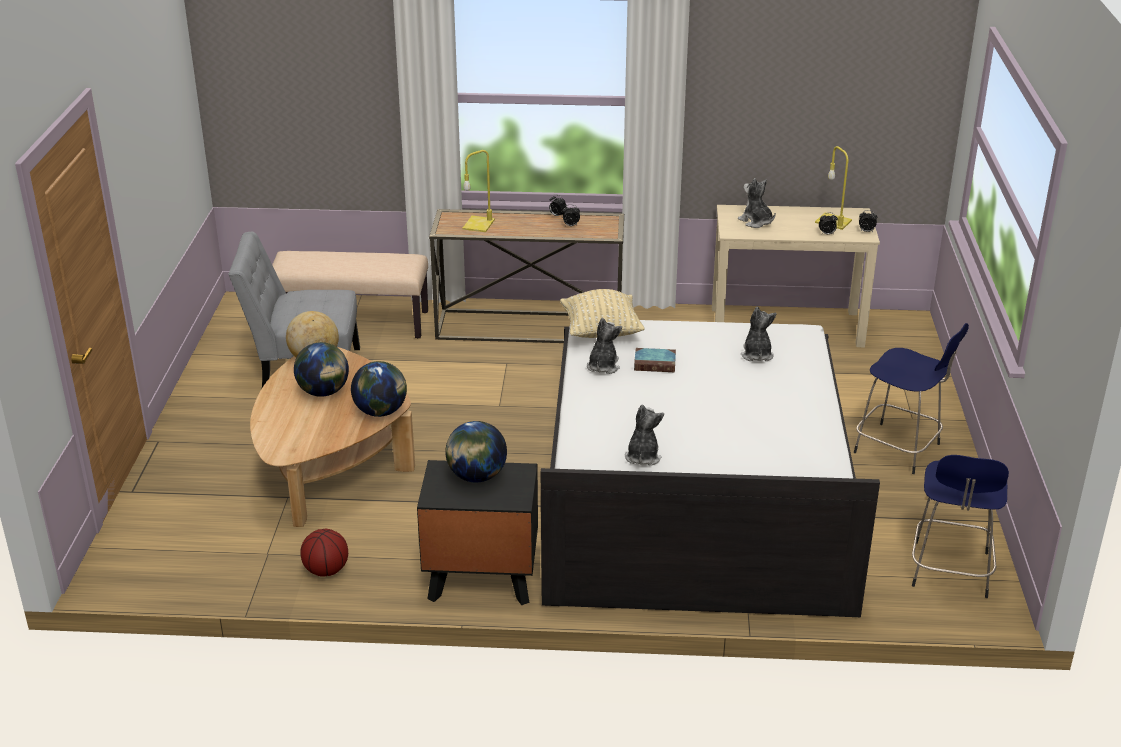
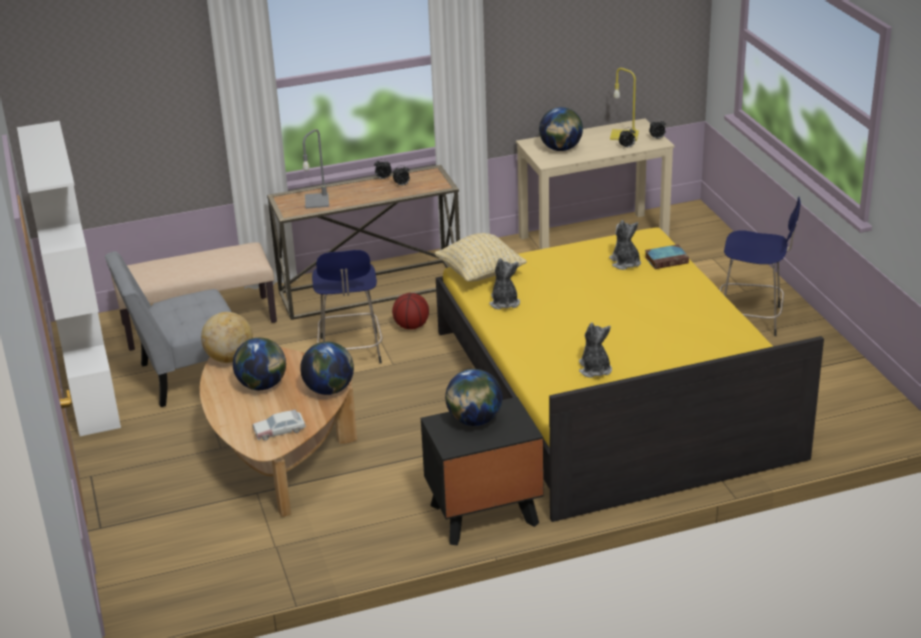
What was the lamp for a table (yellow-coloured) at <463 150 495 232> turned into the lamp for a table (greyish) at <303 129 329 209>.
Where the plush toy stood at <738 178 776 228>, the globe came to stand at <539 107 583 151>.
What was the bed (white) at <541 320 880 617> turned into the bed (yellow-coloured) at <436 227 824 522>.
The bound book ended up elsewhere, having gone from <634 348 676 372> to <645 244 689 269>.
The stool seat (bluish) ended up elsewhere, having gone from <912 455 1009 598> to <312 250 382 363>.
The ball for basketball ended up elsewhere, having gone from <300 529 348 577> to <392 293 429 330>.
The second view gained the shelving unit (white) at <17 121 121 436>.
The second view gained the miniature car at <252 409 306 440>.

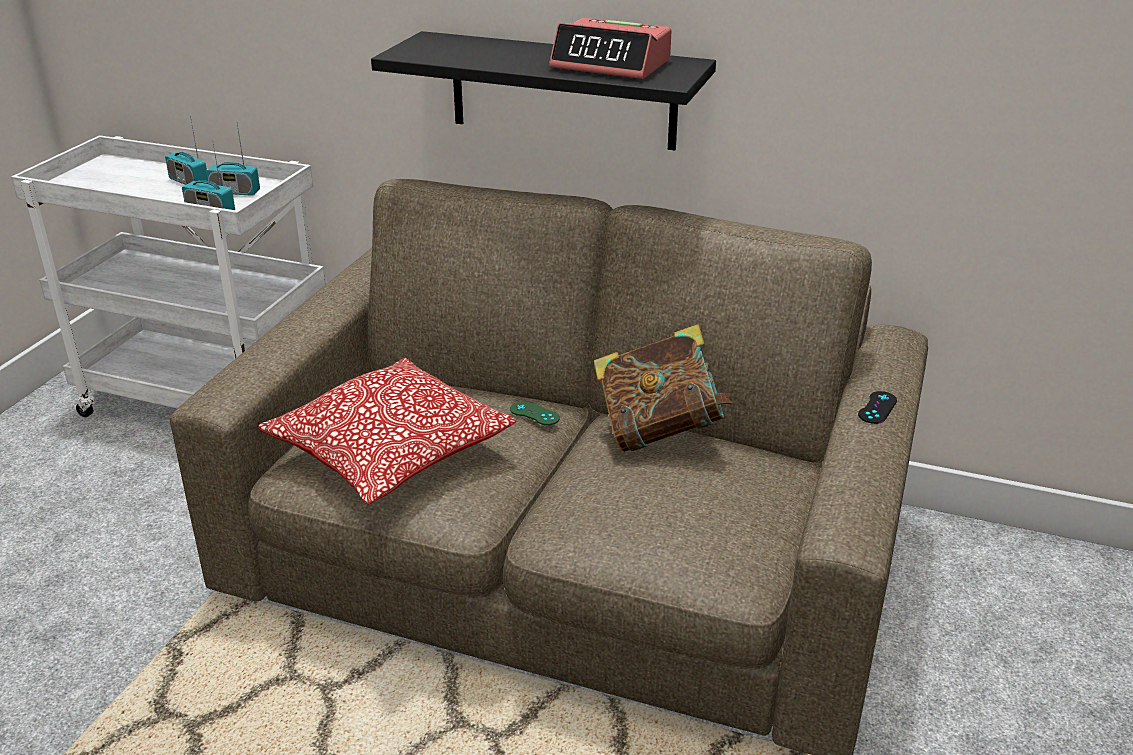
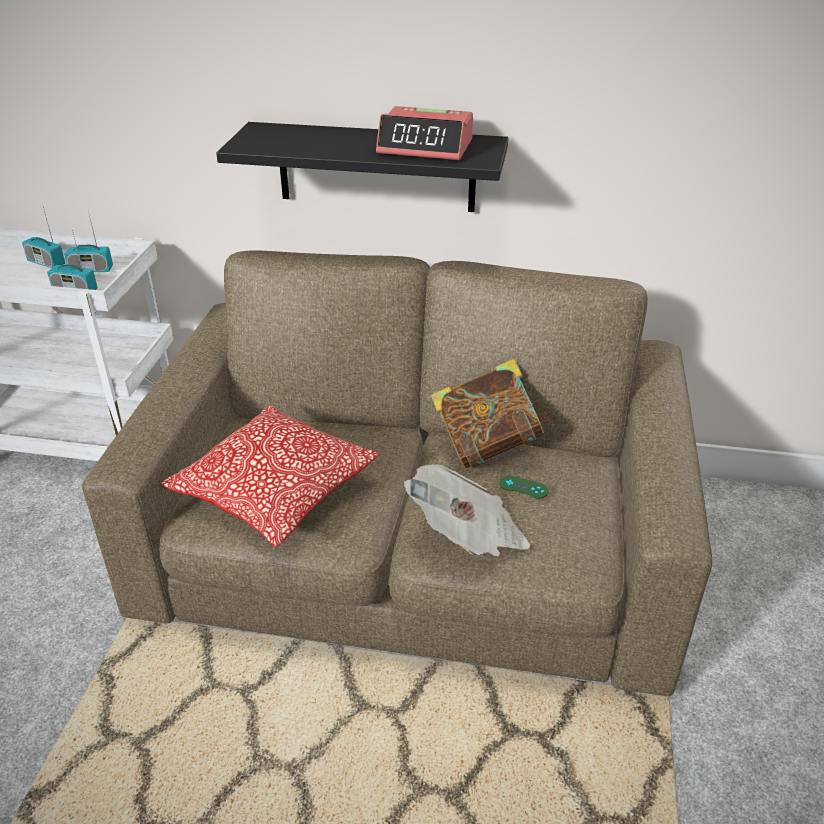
The second view lost the gamepad (black-coloured) at <858 391 897 424>.
The gamepad (green-coloured) ended up elsewhere, having gone from <510 401 560 425> to <500 476 548 499>.
The second view gained the newspaper at <404 464 530 556>.

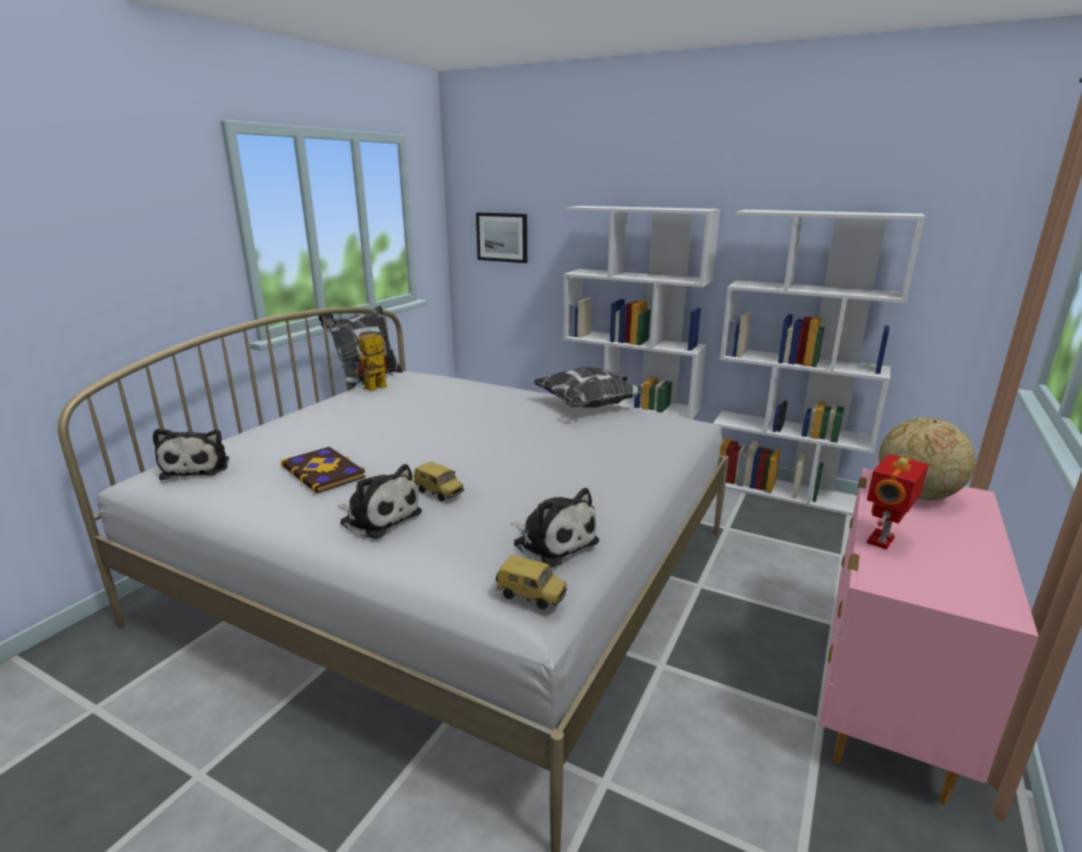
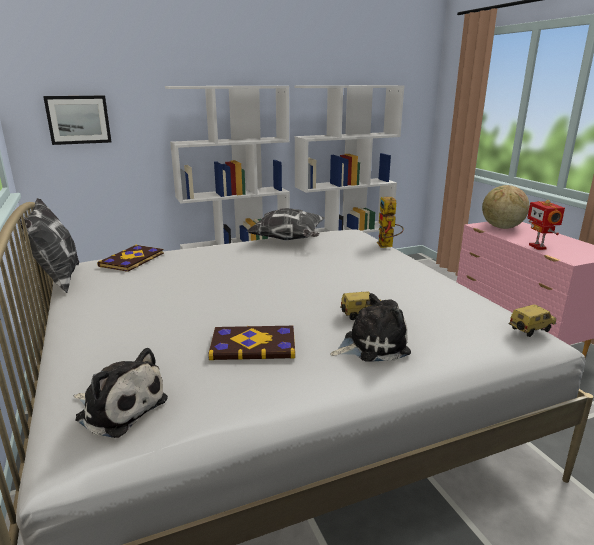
The toy robot ended up elsewhere, having gone from <354 333 388 391> to <377 197 404 248>.
The second view lost the plush toy at <511 488 599 567>.
The second view gained the bound book at <97 245 164 272>.

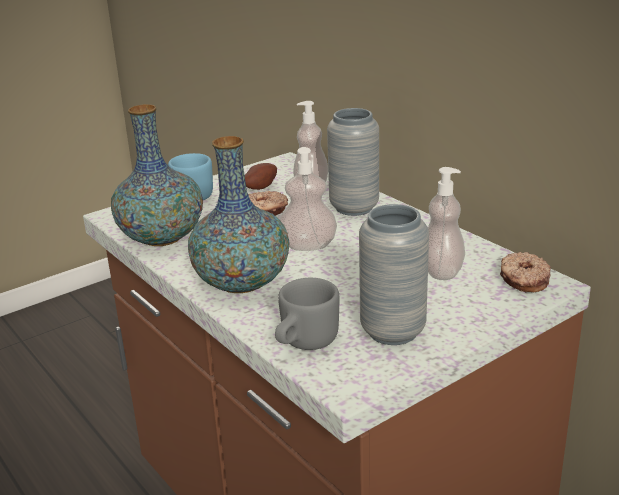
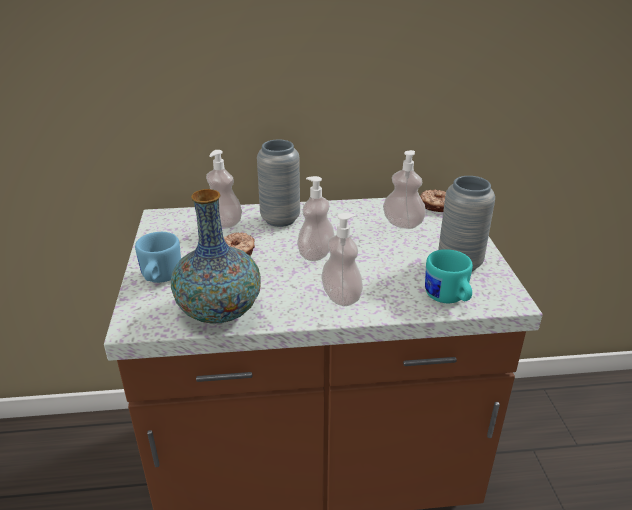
Where the decorative vase stood at <188 136 290 293>, the soap bottle came to stand at <321 213 363 306>.
The second view lost the whole potato at <245 163 277 190>.
What was the mug (greyish) at <275 278 340 350> turned into the mug (turquoise) at <425 249 473 303>.

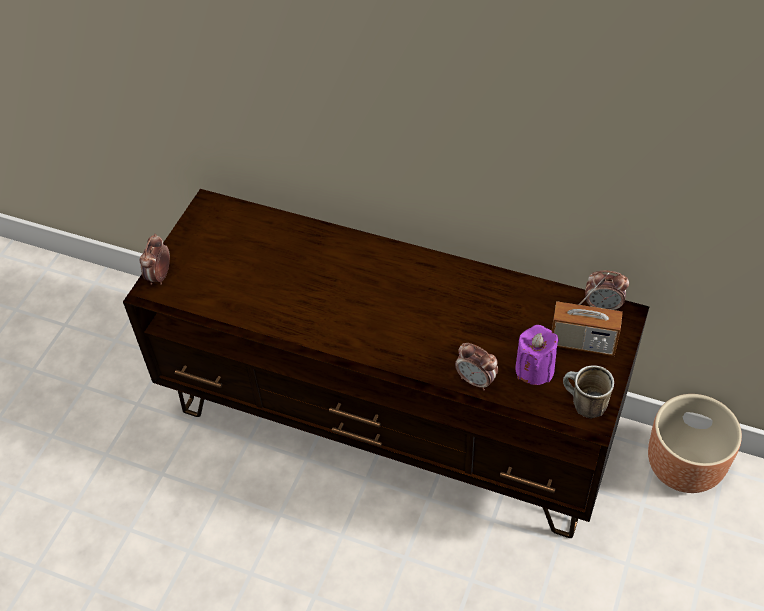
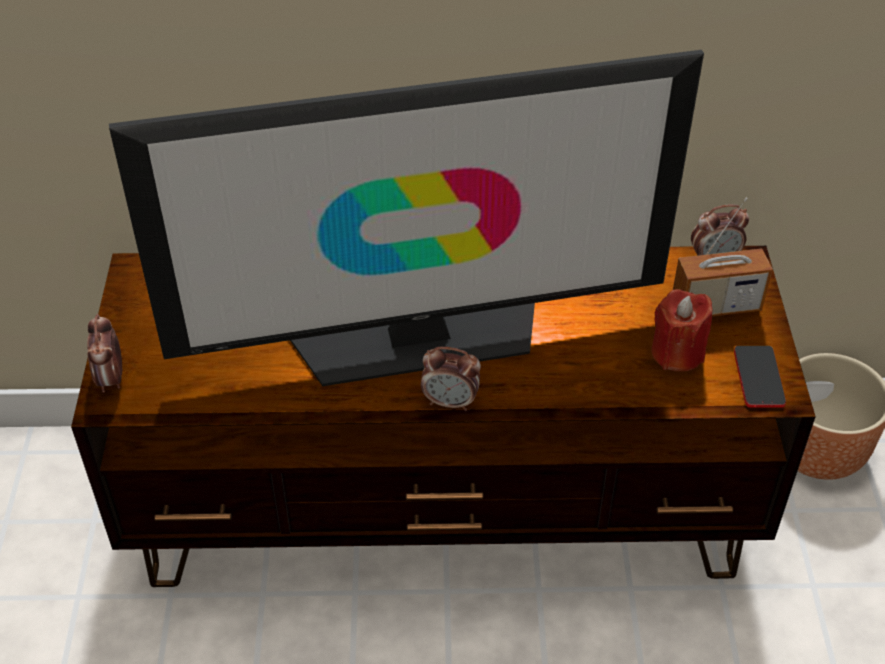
What was the candle (purple-coloured) at <515 325 559 385> turned into the candle (red) at <651 289 713 371>.
The bedside clock ended up elsewhere, having gone from <455 343 498 390> to <421 347 481 411>.
Where the mug stood at <563 365 614 418>, the phone came to stand at <734 346 786 408>.
The second view gained the TV at <109 50 704 386>.

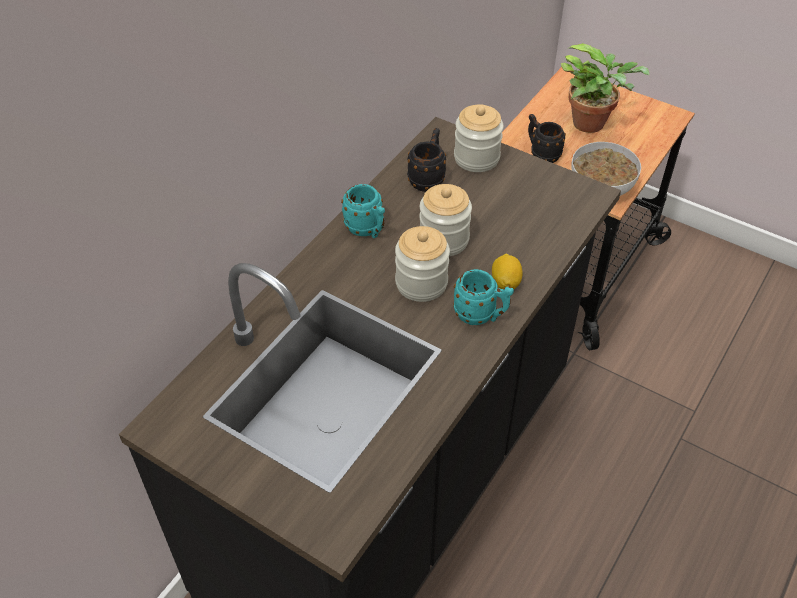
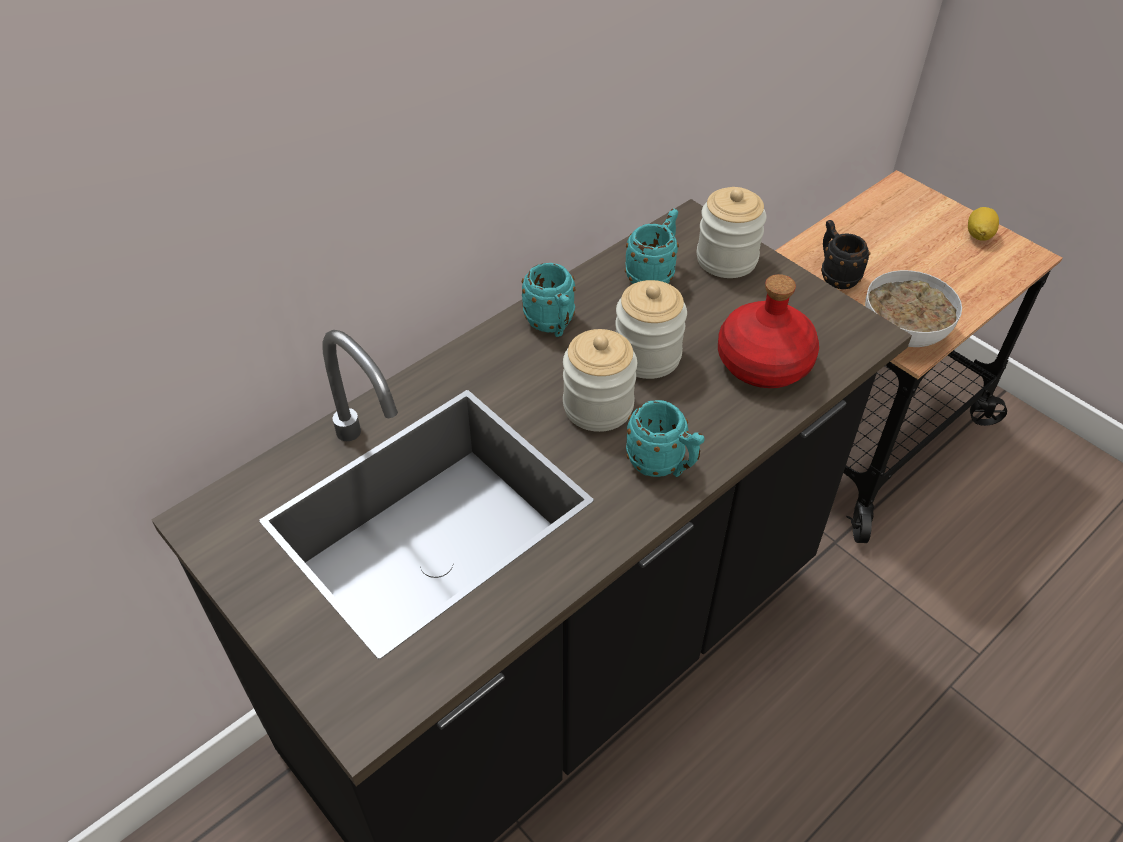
The second view lost the potted plant at <561 43 650 133>.
What was the mug (black-coloured) at <407 128 446 192> turned into the mug (turquoise) at <625 209 679 284>.
The whole lemon ended up elsewhere, having gone from <492 254 523 289> to <968 207 999 241>.
The second view gained the beverage bottle (red) at <718 274 819 388>.

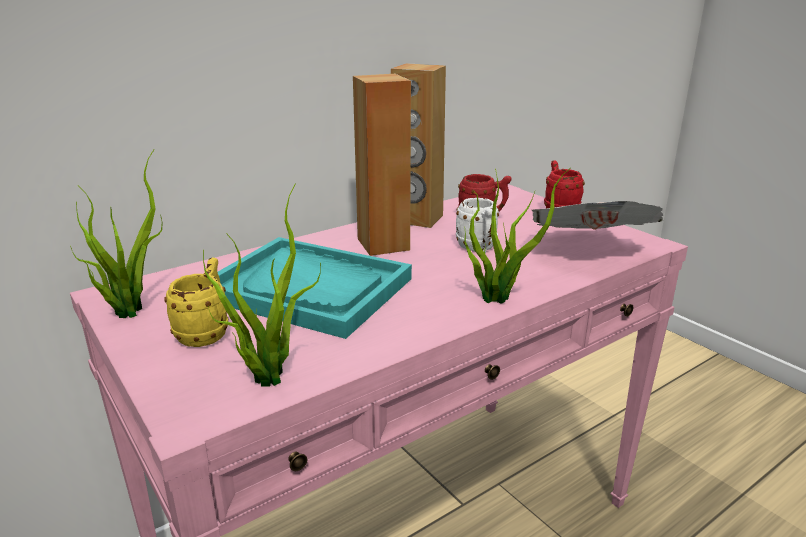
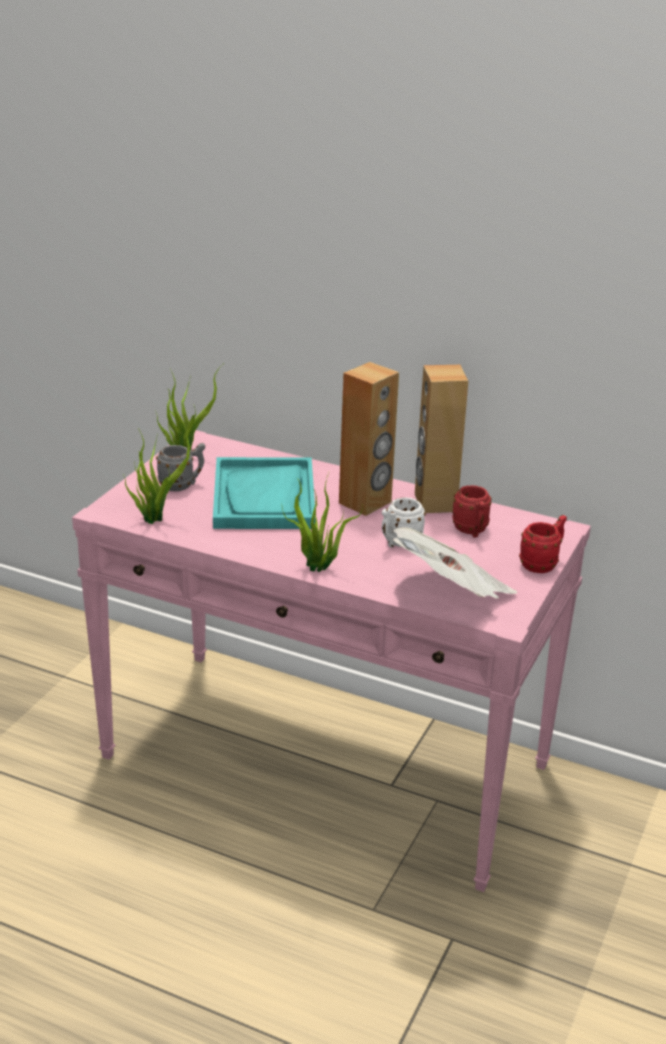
What was the mug (yellow-coloured) at <165 257 228 347> turned into the mug (greyish) at <156 443 205 491>.

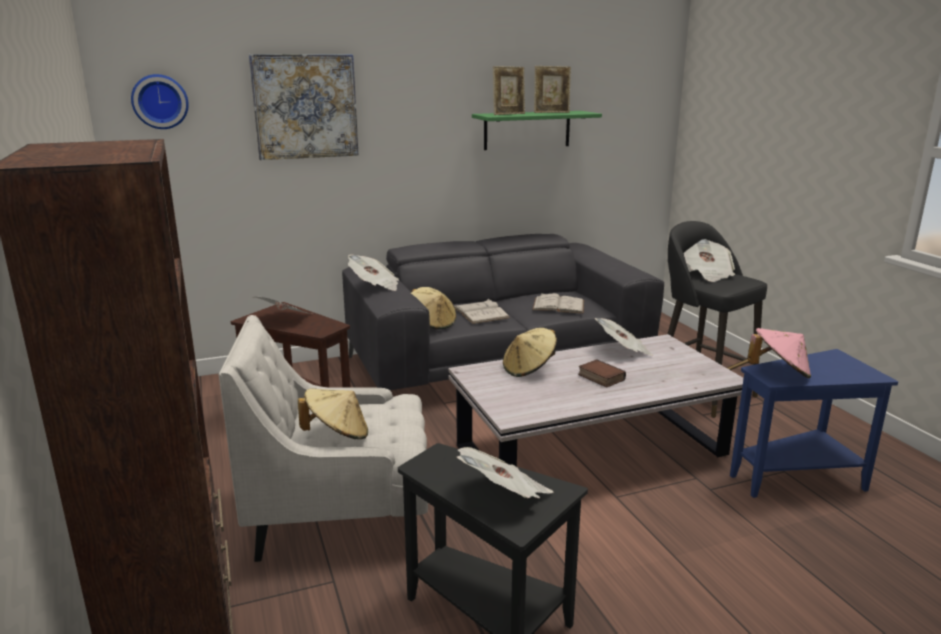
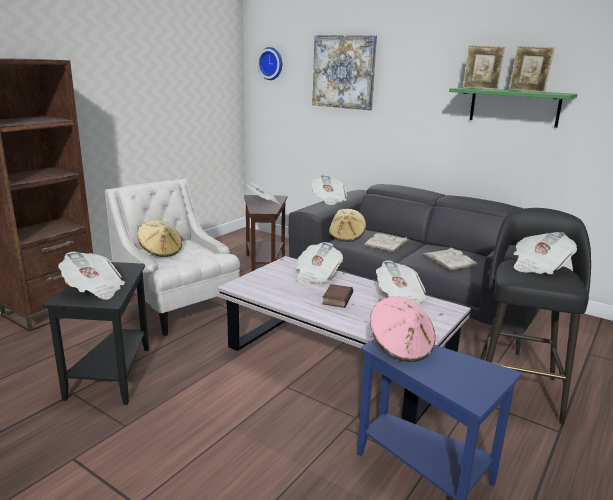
Where the hat (beige) stood at <503 328 557 377>, the newspaper came to stand at <296 242 343 283>.

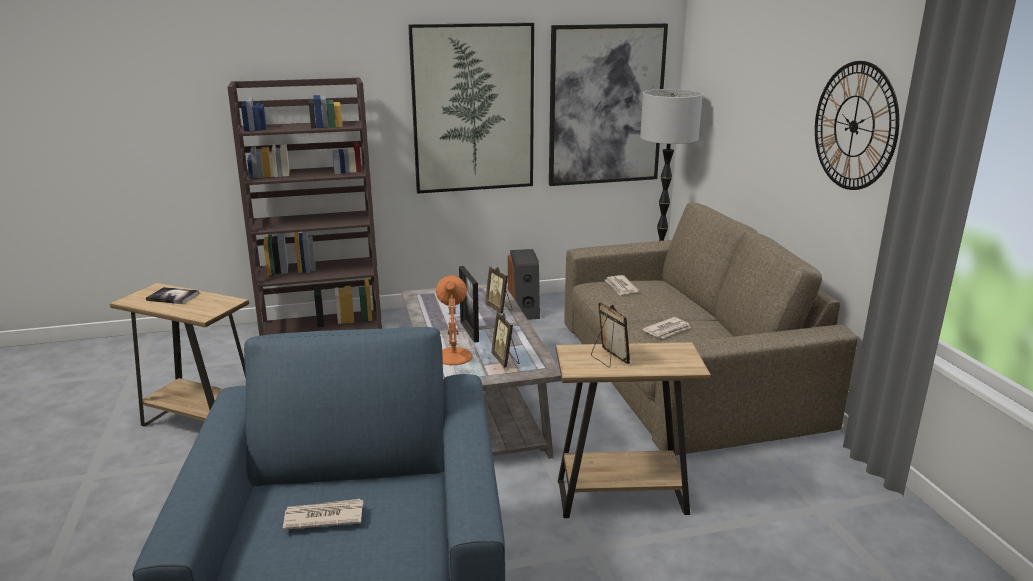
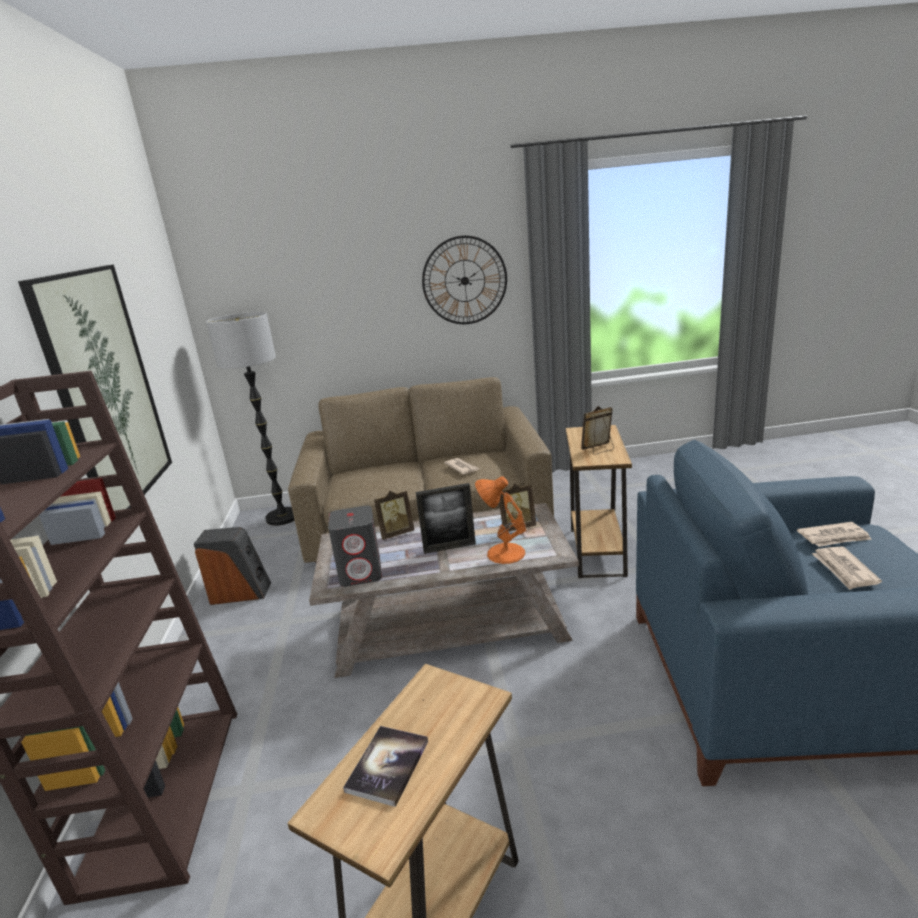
The second view lost the wall art at <549 23 668 186>.
The newspaper ended up elsewhere, having gone from <605 275 639 296> to <797 522 872 547>.
The second view gained the audio speaker (greyish) at <328 506 382 587>.

